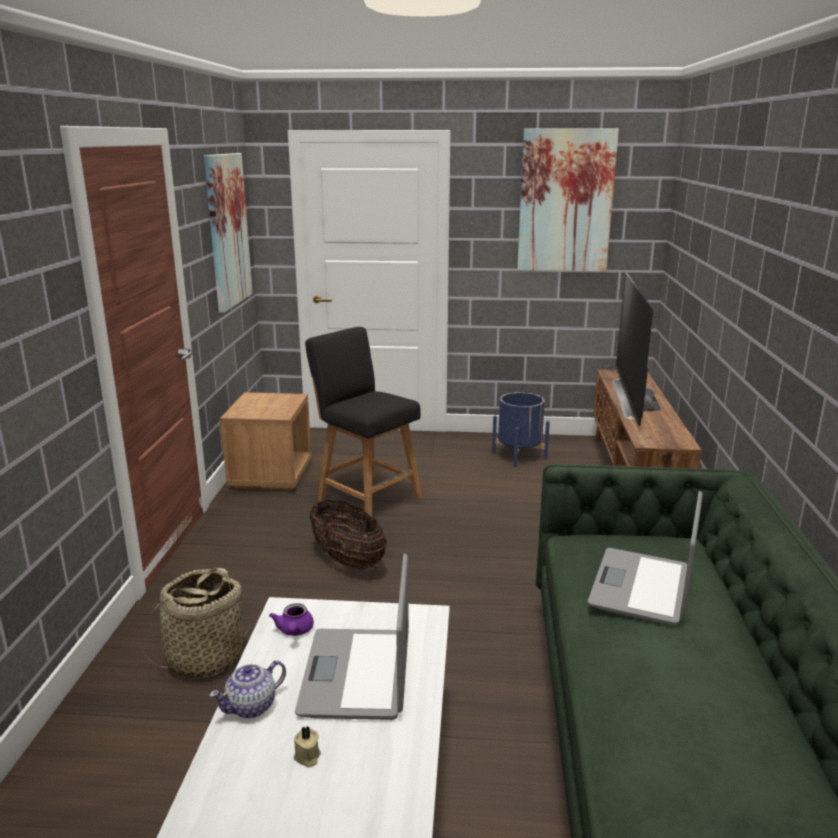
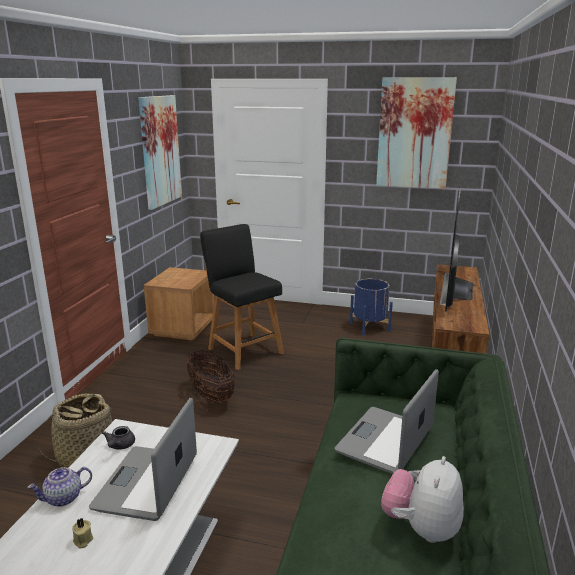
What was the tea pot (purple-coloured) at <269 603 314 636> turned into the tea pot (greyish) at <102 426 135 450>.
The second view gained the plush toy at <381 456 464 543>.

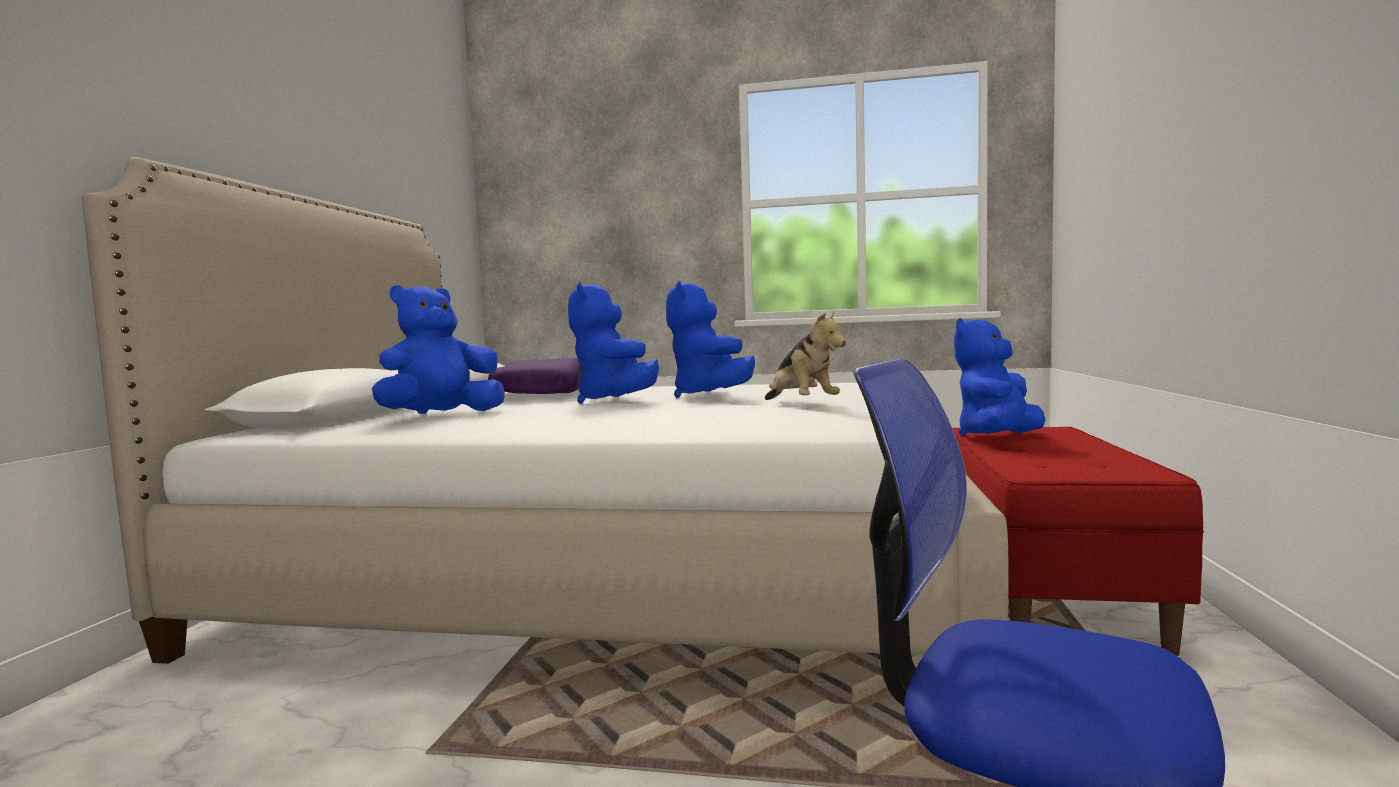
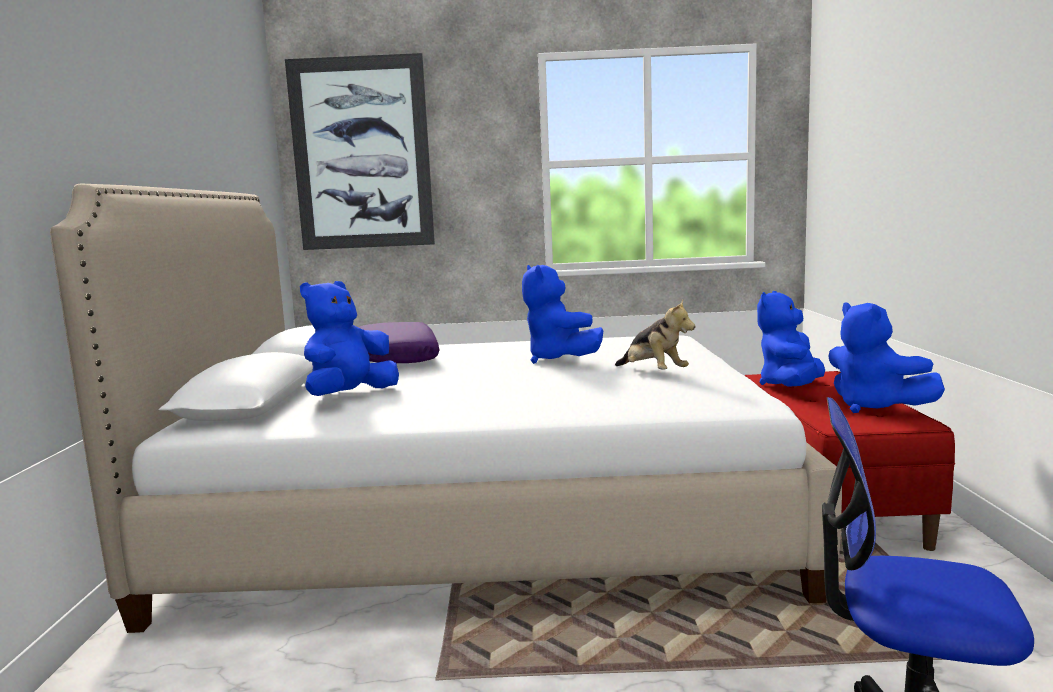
The plush toy (bluish) ended up elsewhere, having gone from <568 282 659 404> to <828 302 945 413>.
The second view gained the wall art at <285 53 435 250>.

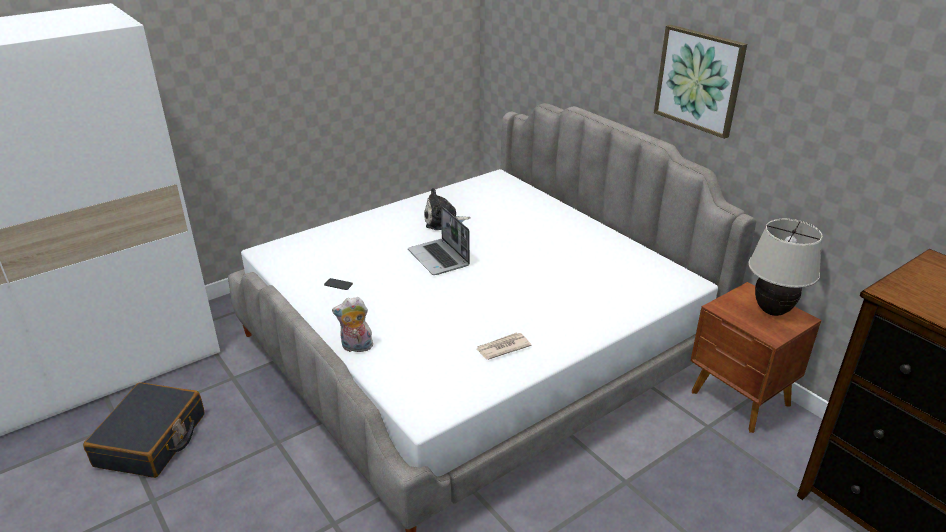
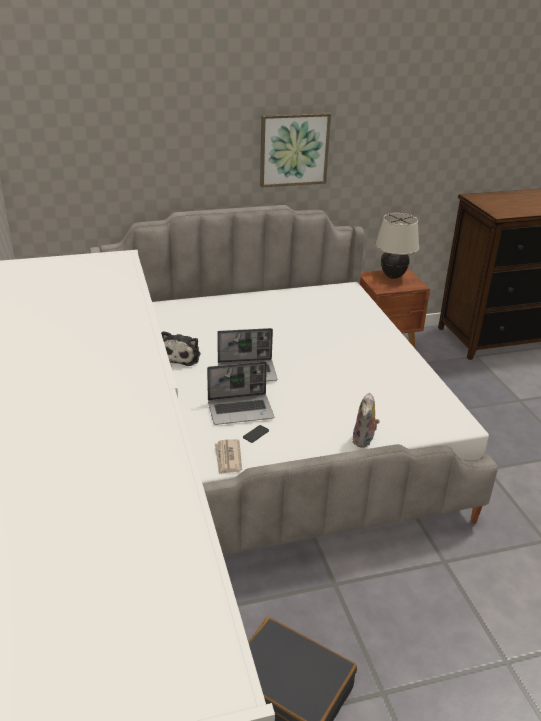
The newspaper ended up elsewhere, having gone from <476 333 531 360> to <215 439 242 474>.
The second view gained the laptop at <207 361 274 425>.

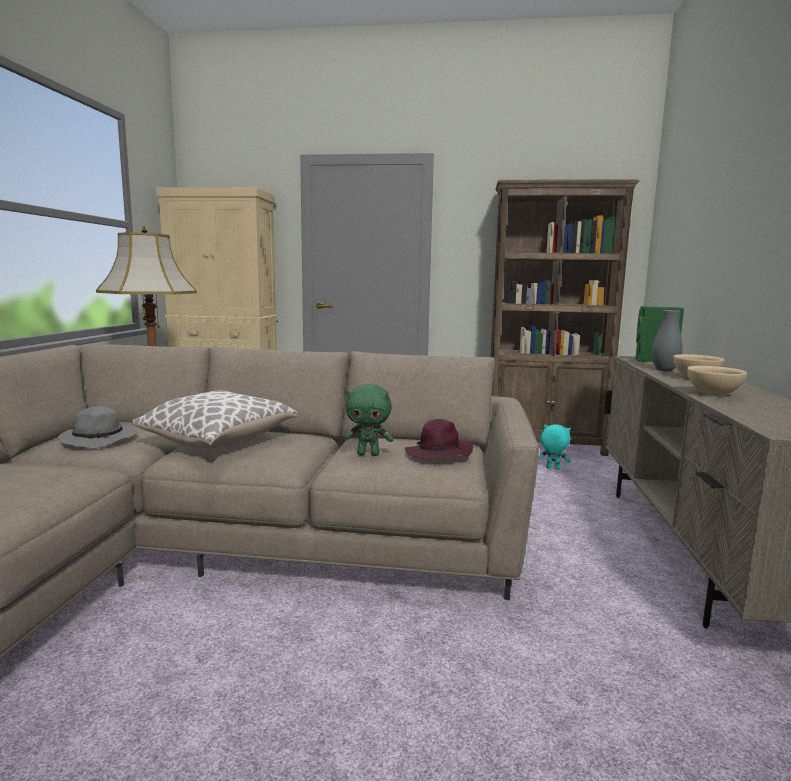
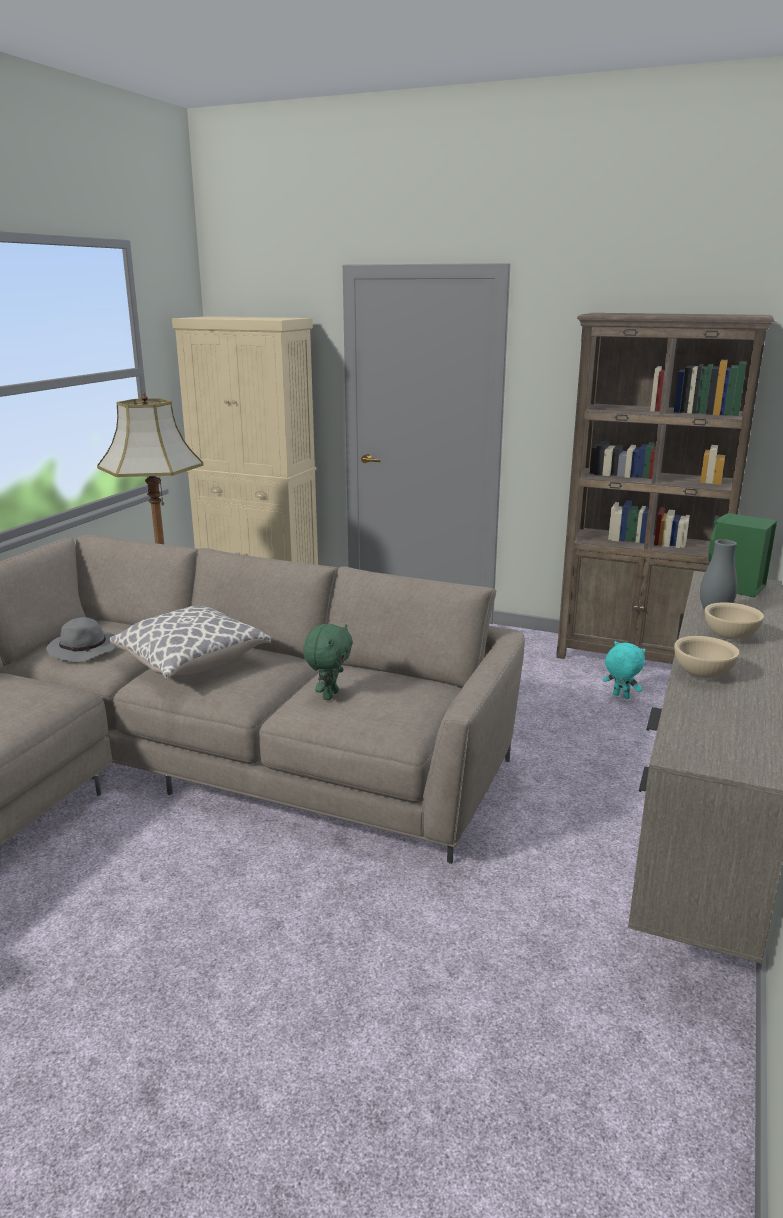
The plush toy (green-coloured) at <343 384 394 456> ended up facing another way, 90 degrees counterclockwise from before.
The second view lost the hat (purple-coloured) at <405 419 473 459>.

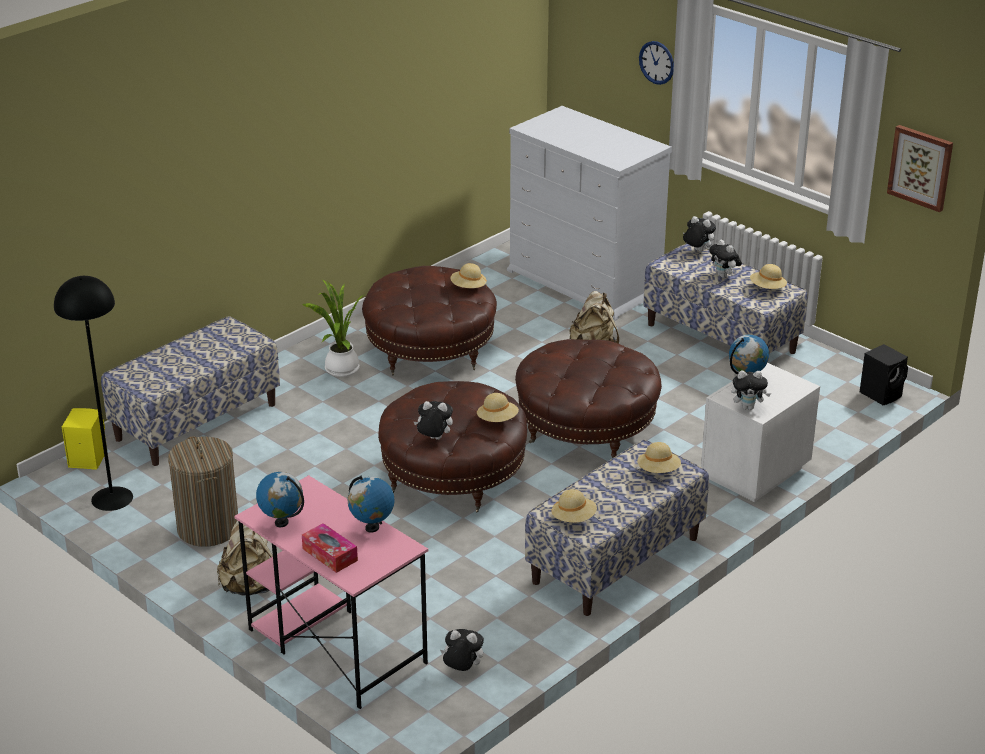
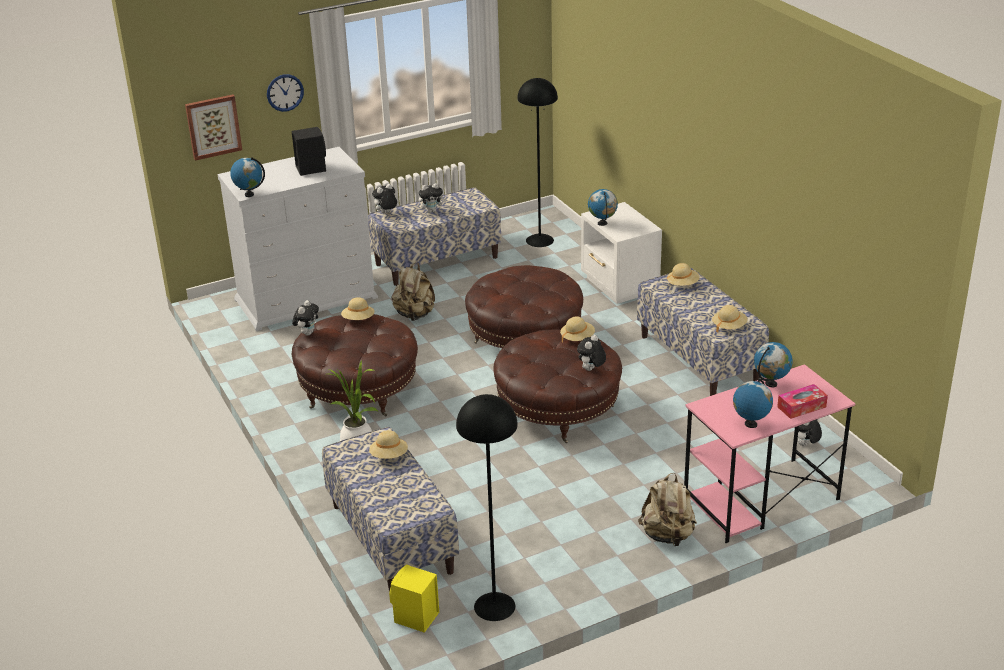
The wall art ended up elsewhere, having gone from <887 125 953 212> to <185 95 242 161>.
The hat (beige) ended up elsewhere, having gone from <750 264 787 289> to <369 430 408 459>.
The audio speaker (black-coloured) ended up elsewhere, having gone from <860 344 908 405> to <292 127 326 176>.
The plush toy ended up elsewhere, having gone from <731 371 771 410> to <292 300 319 336>.
The second view lost the washing basket at <168 436 238 547>.
The second view gained the floor lamp (black-coloured) at <517 78 558 247>.
The second view gained the globe at <230 157 265 197>.

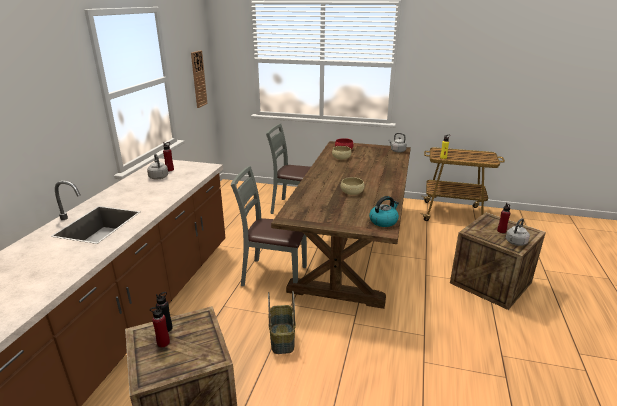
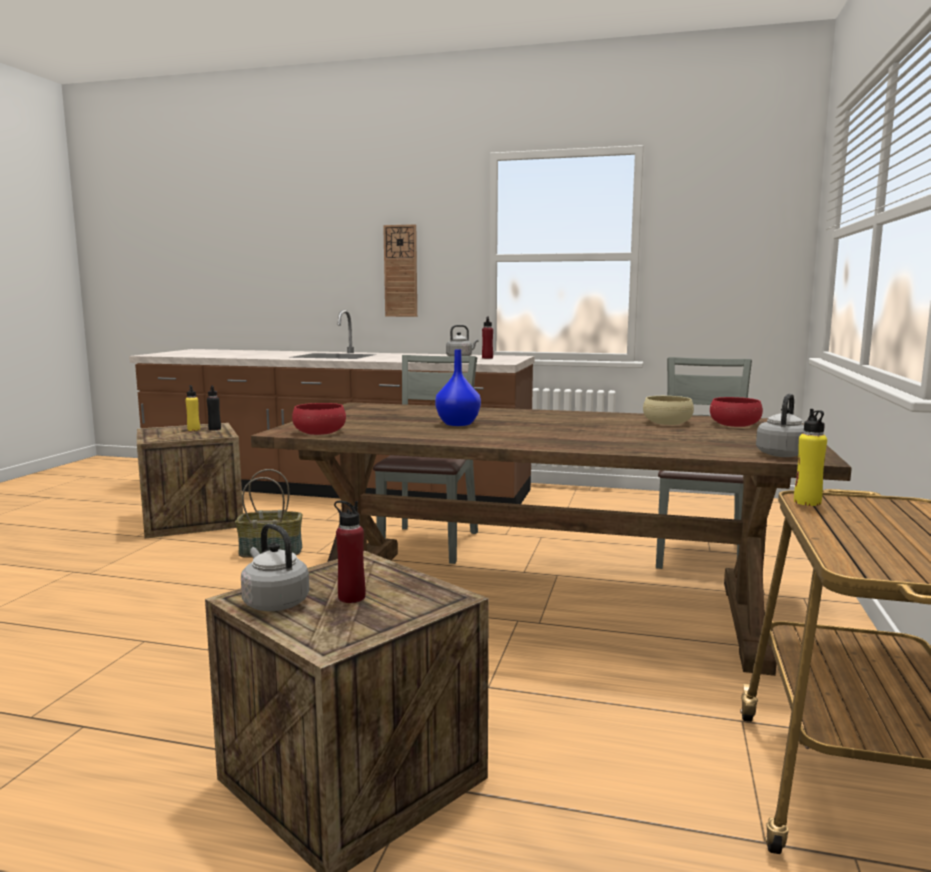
The clock on the wall ended up elsewhere, having gone from <191 50 208 108> to <383 224 417 317>.
Where the bowl (beige) stood at <341 177 364 195>, the decorative vase (bluish) came to stand at <435 349 481 426>.
Where the water kettle stood at <369 196 399 227>, the bowl (red) came to stand at <292 403 346 435>.
What was the beverage bottle (red) at <150 305 170 347> turned into the beverage bottle (yellow-coloured) at <185 385 200 431>.

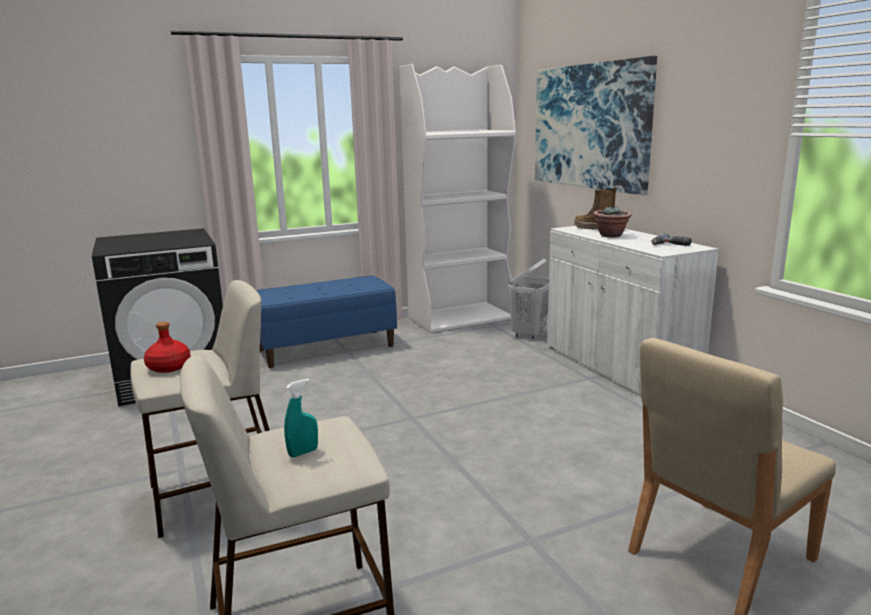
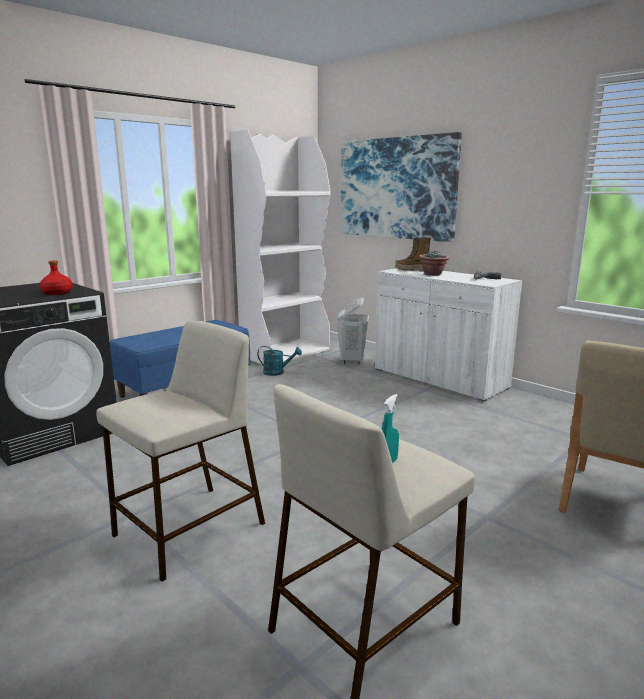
The beverage bottle (red) ended up elsewhere, having gone from <144 322 190 373> to <40 260 73 295>.
The second view gained the watering pot (turquoise) at <257 346 302 376>.

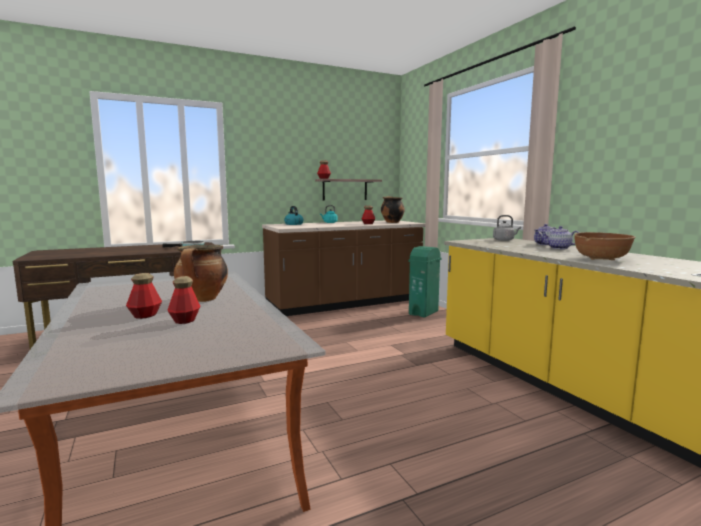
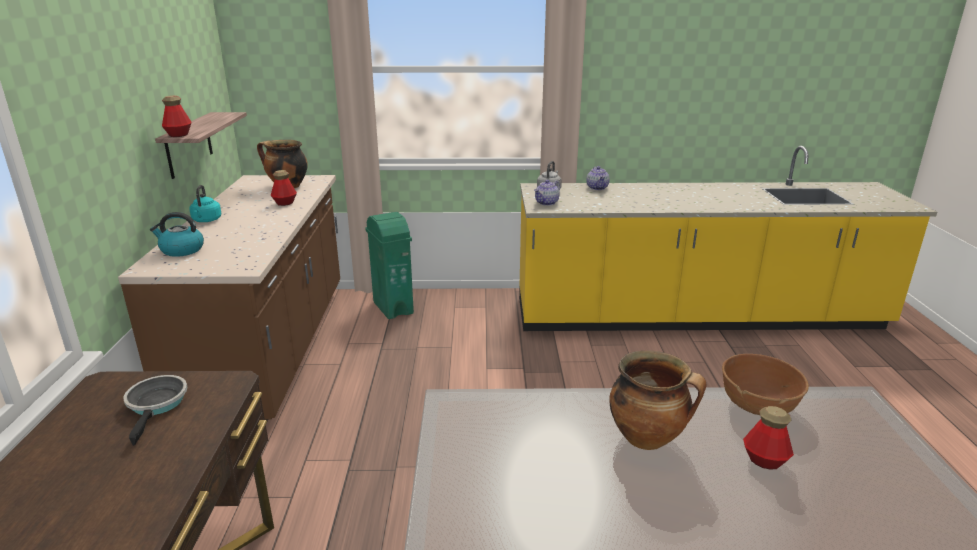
The tea pot ended up elsewhere, having gone from <541 226 579 249> to <534 180 560 206>.
The bowl (brownish) ended up elsewhere, having gone from <574 232 636 260> to <722 354 809 415>.
The second view lost the beverage bottle at <126 273 162 319>.

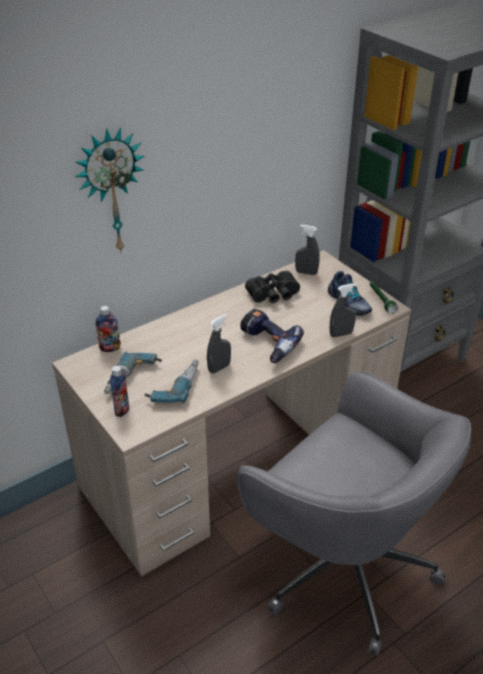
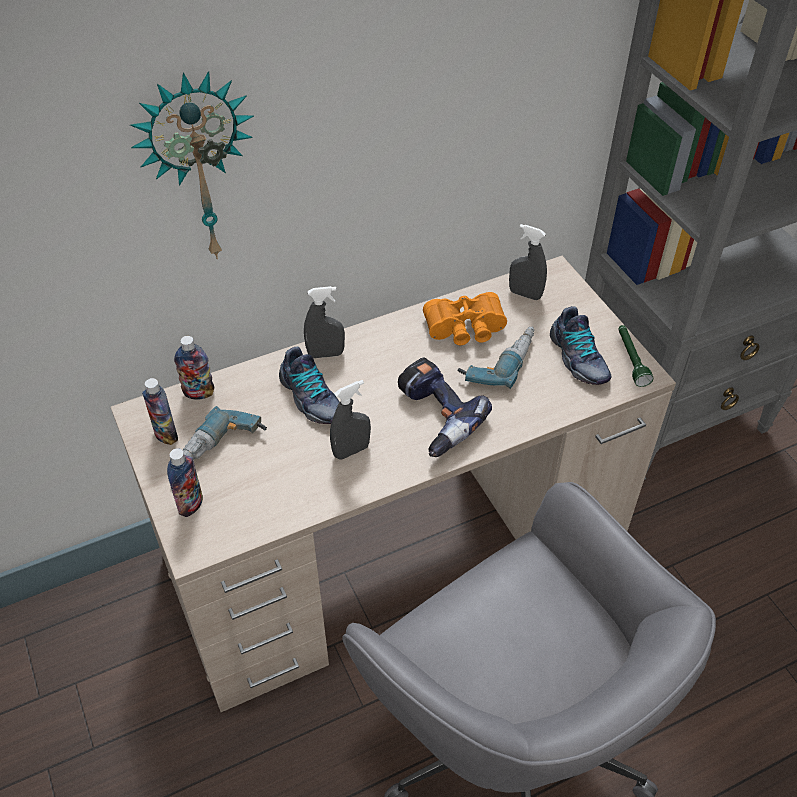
What was the pair of binoculars (black-coloured) at <245 271 300 303> turned into the pair of binoculars (orangey) at <423 292 507 345>.
The hand sprayer (greyish) ended up elsewhere, having gone from <330 283 356 337> to <304 286 345 358>.
The power drill ended up elsewhere, having gone from <145 359 199 403> to <457 327 535 389>.
The second view gained the low shoe at <279 347 340 424>.
The second view gained the beverage bottle at <142 378 178 445>.

